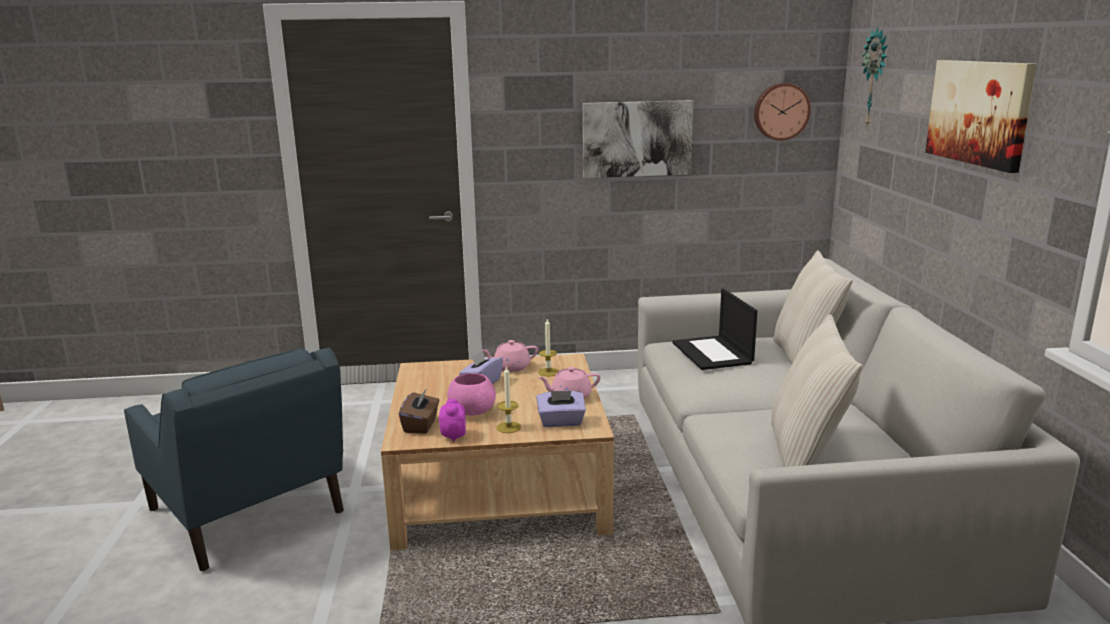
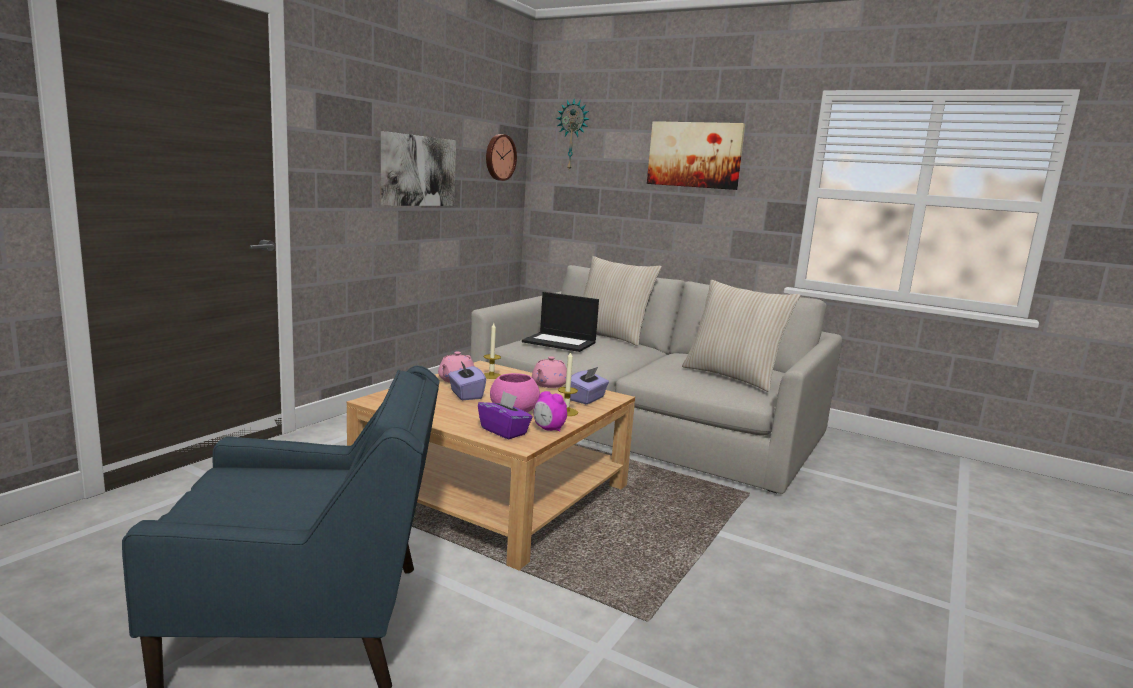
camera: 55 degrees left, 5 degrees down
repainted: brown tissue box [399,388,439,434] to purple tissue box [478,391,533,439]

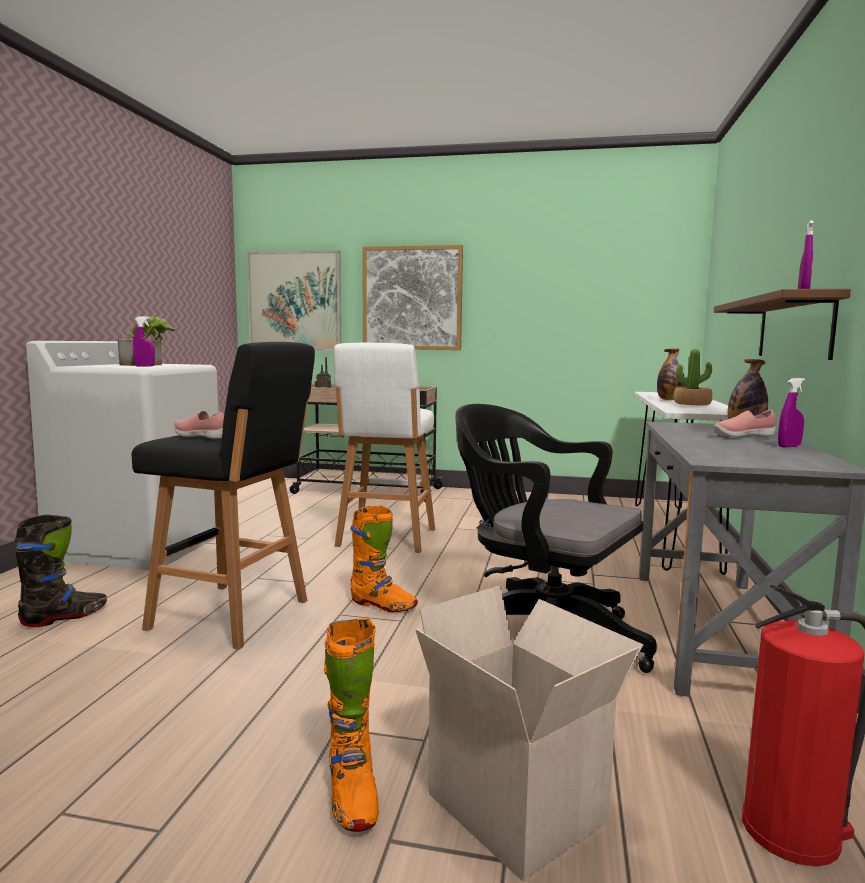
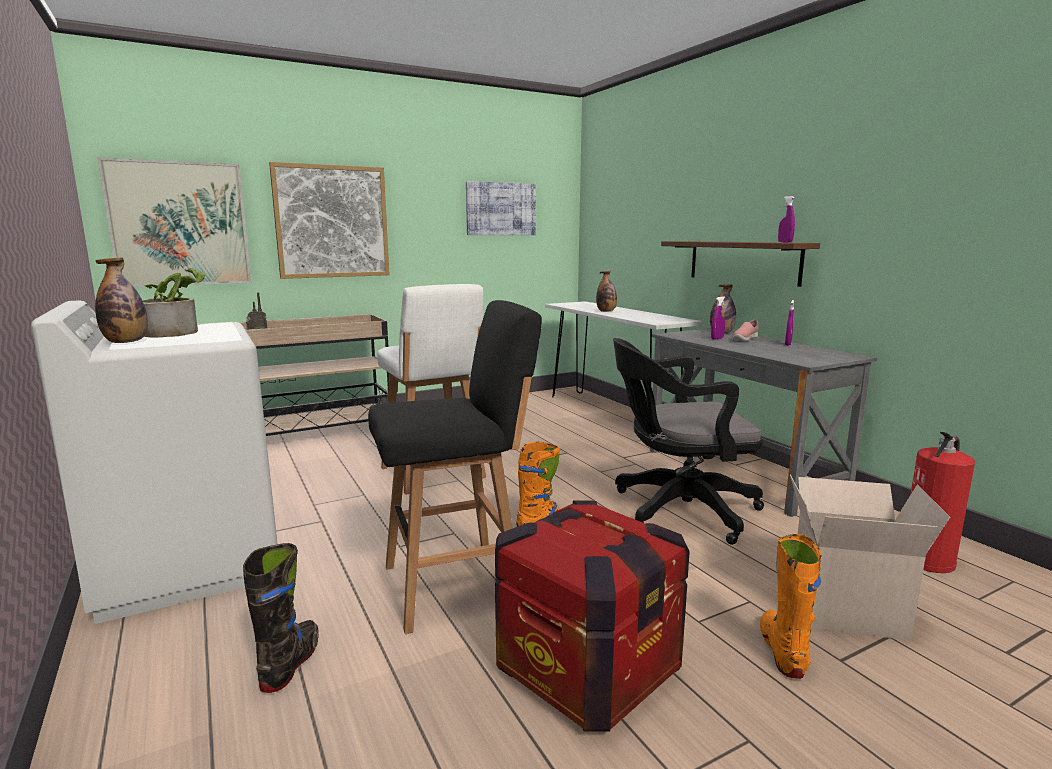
camera: 40 degrees left, 5 degrees up
gone: pink shoe [174,411,224,439]; potted plant [673,349,713,405]
new: bottle [95,257,148,343]; picture [466,181,536,235]; crate [495,500,690,732]
shifted: purple spray bottle [133,316,155,367] to [711,296,725,340]
rotated: orange boot [324,618,379,832] = [760,534,822,679] 120 degrees counterclockwise

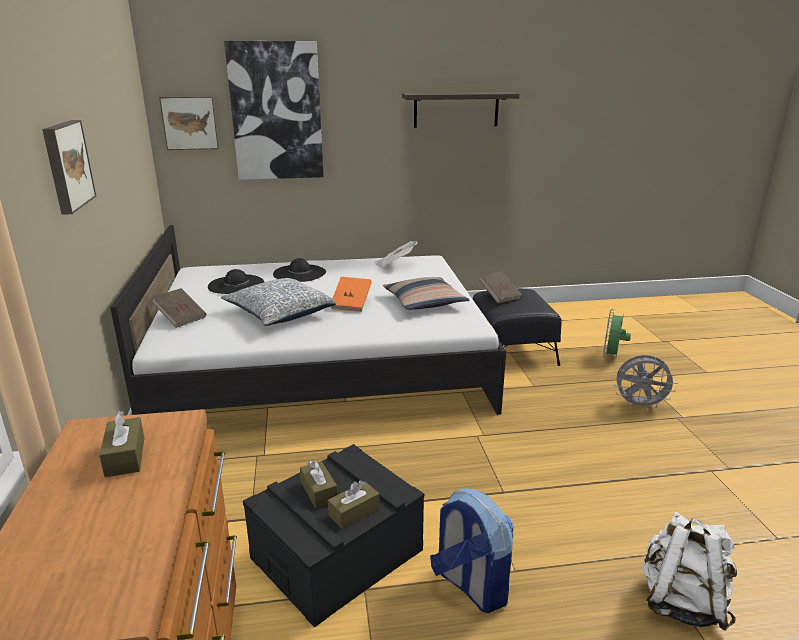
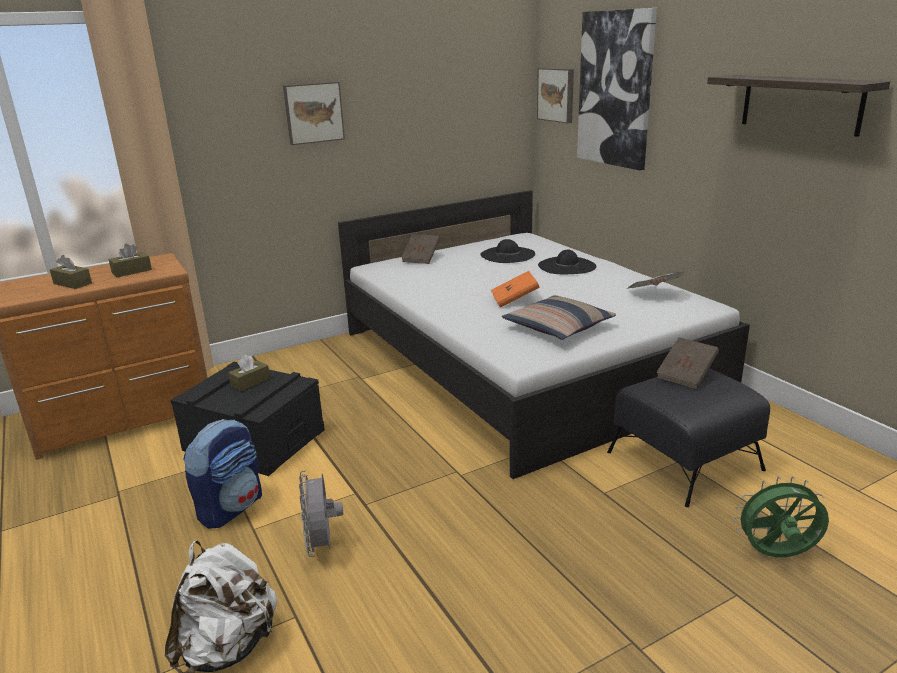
camera: 70 degrees right, 0 degrees up
gone: pillow [221,278,336,326]
shifted: brown tissue box [328,480,380,529] to [50,255,92,289]; grey fan [614,355,677,410] to [299,470,343,557]

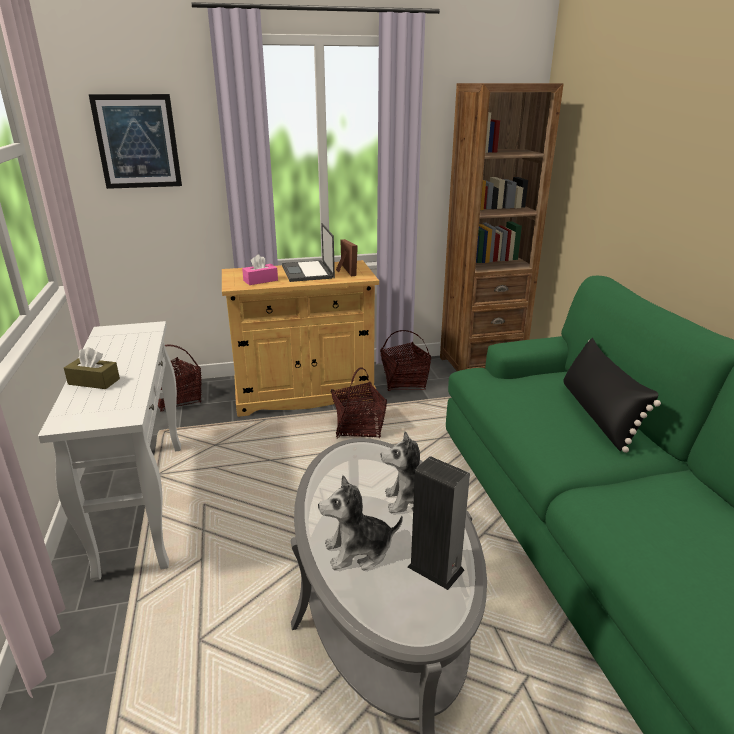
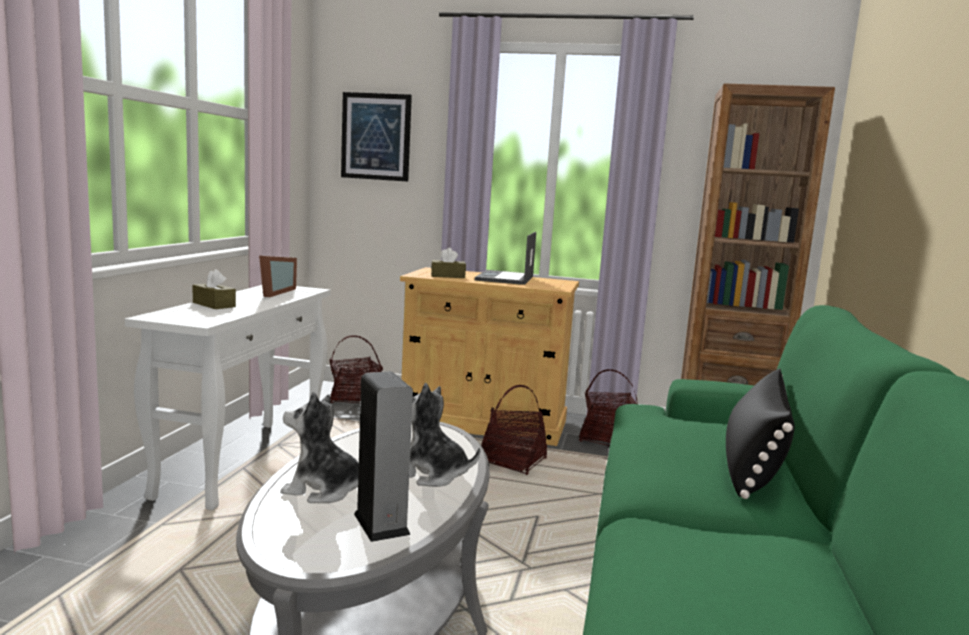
camera: 25 degrees right, 15 degrees down
shifted: picture frame [336,239,358,276] to [259,256,297,297]
repainted: pink tissue box [242,255,278,285] to brown tissue box [431,248,466,278]

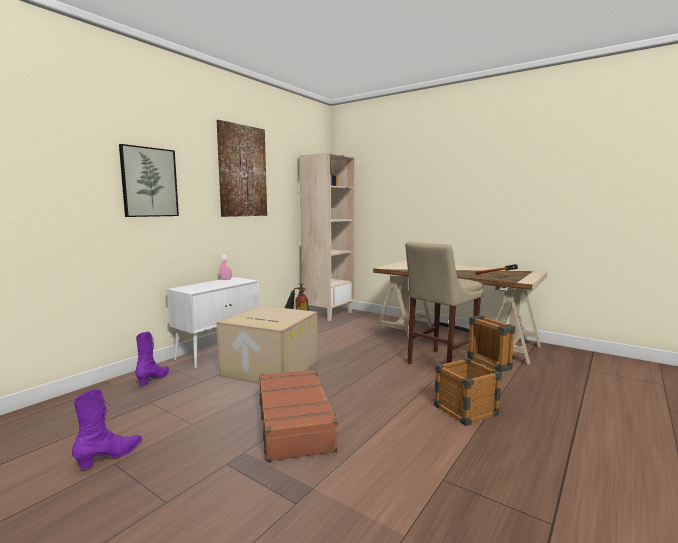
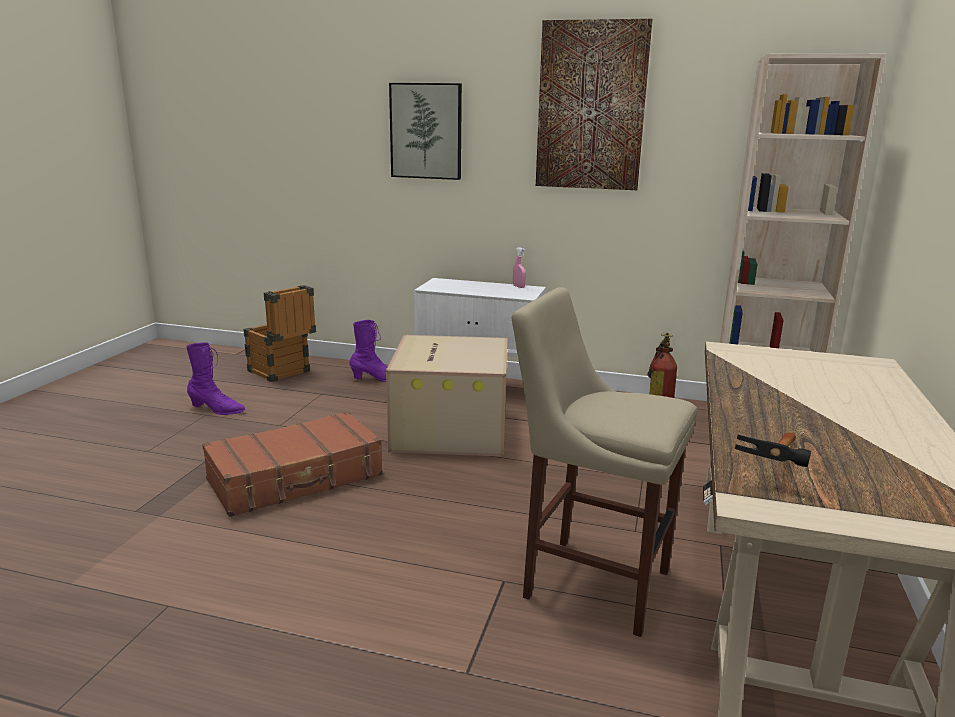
camera: 70 degrees right, 10 degrees up
shifted: crate [434,315,516,426] to [244,285,316,382]

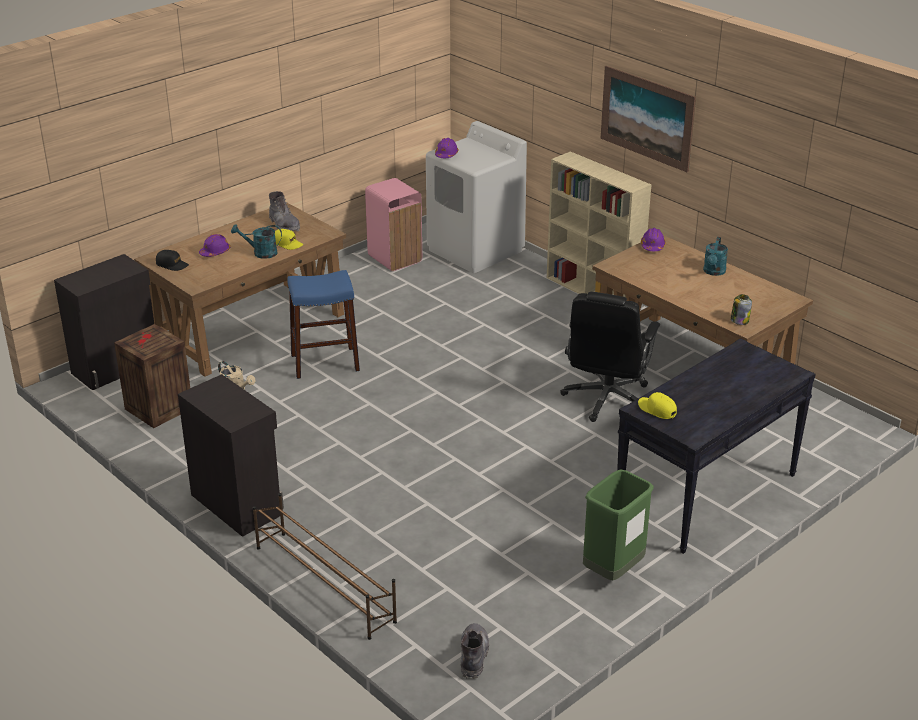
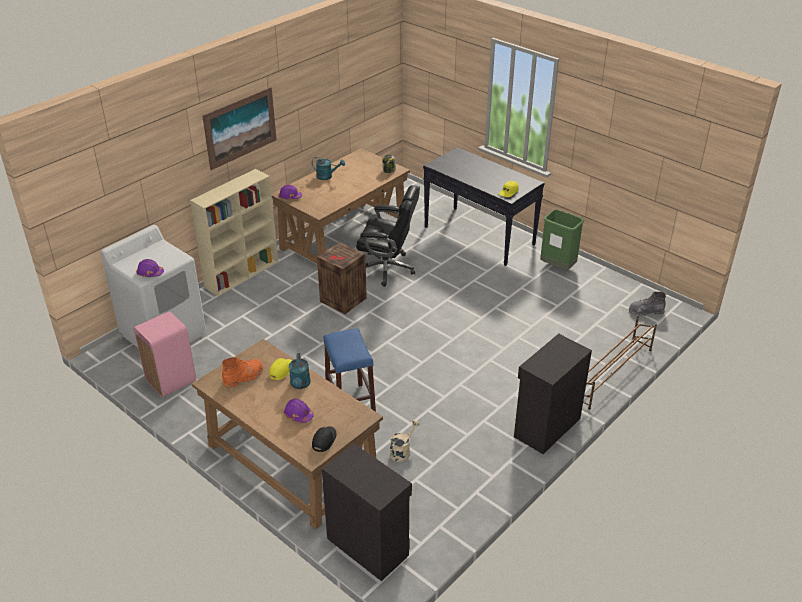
camera: 95 degrees left, 5 degrees up
shifted: crate [114,324,190,428] to [317,242,367,314]
repainted: grey boot [269,191,300,232] to orange boot [222,357,263,388]

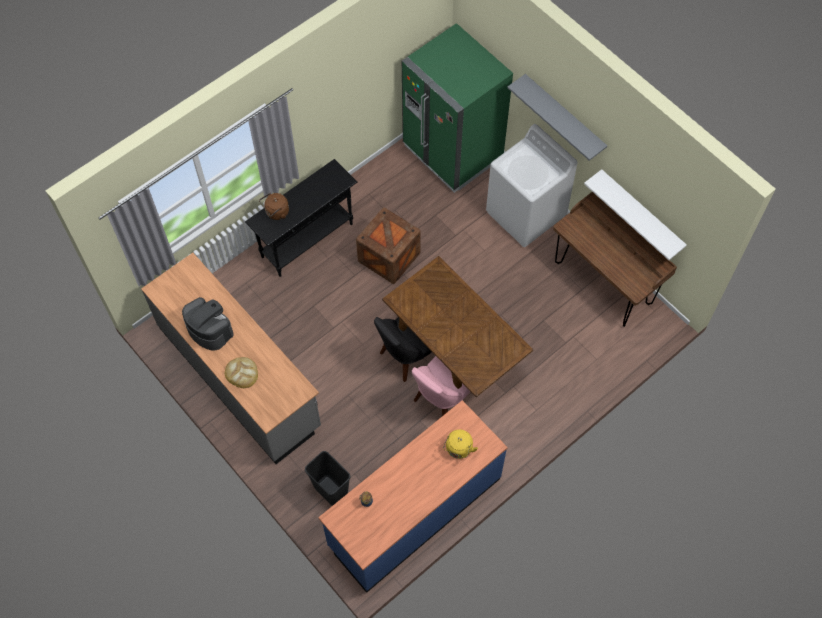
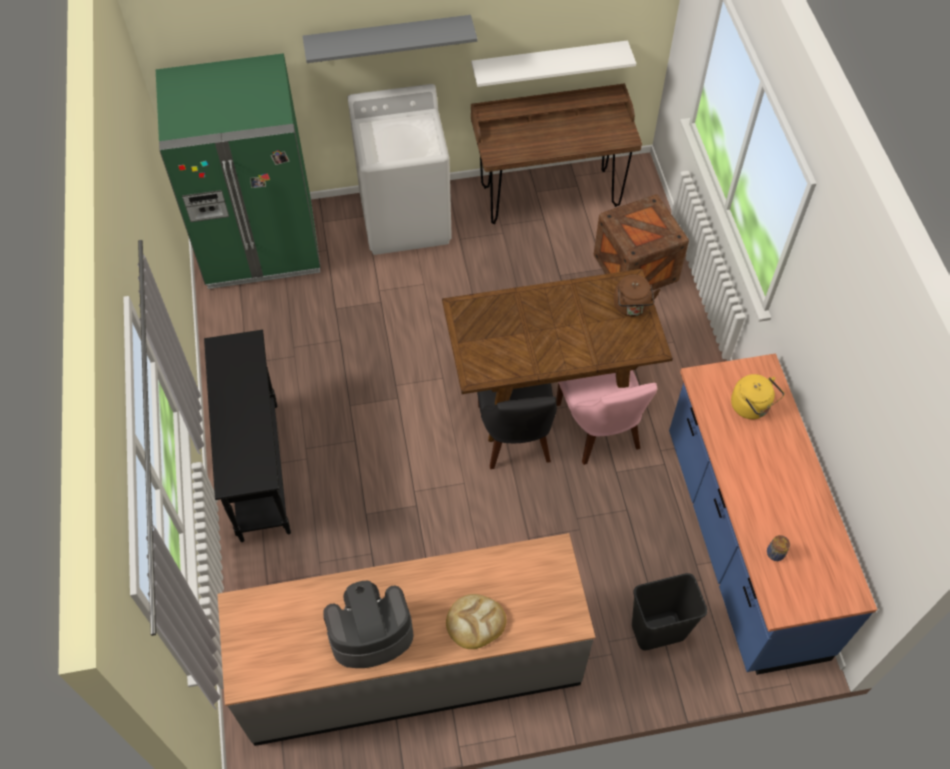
camera: 60 degrees left, 5 degrees down
shifted: brown kettle [259,193,289,220] to [614,275,660,317]; crate [356,207,421,284] to [594,194,689,290]

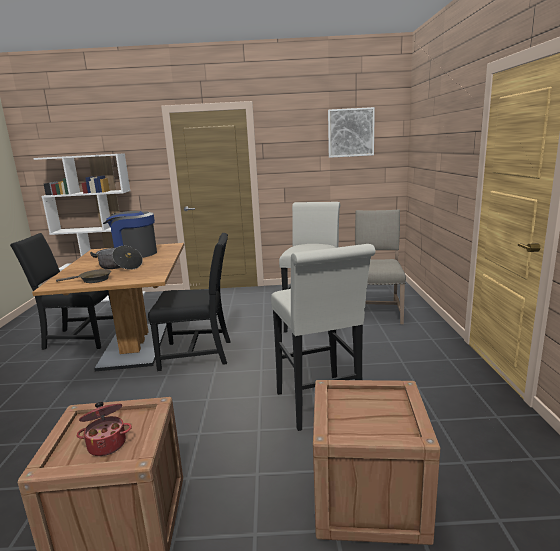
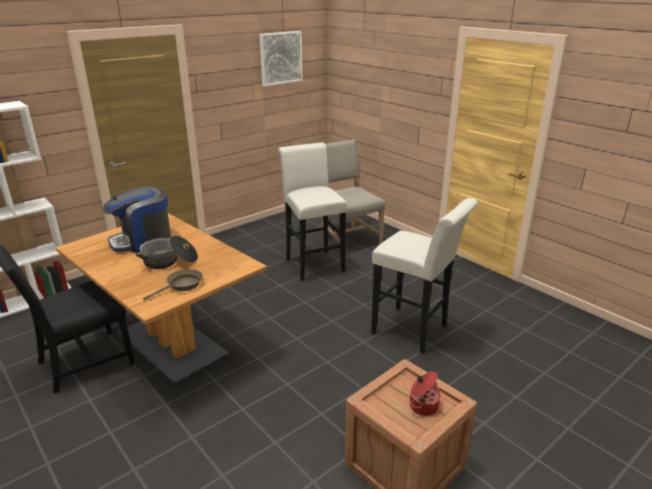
camera: 40 degrees left, 10 degrees up
gone: black chair [148,233,231,371]; crate [313,380,440,545]

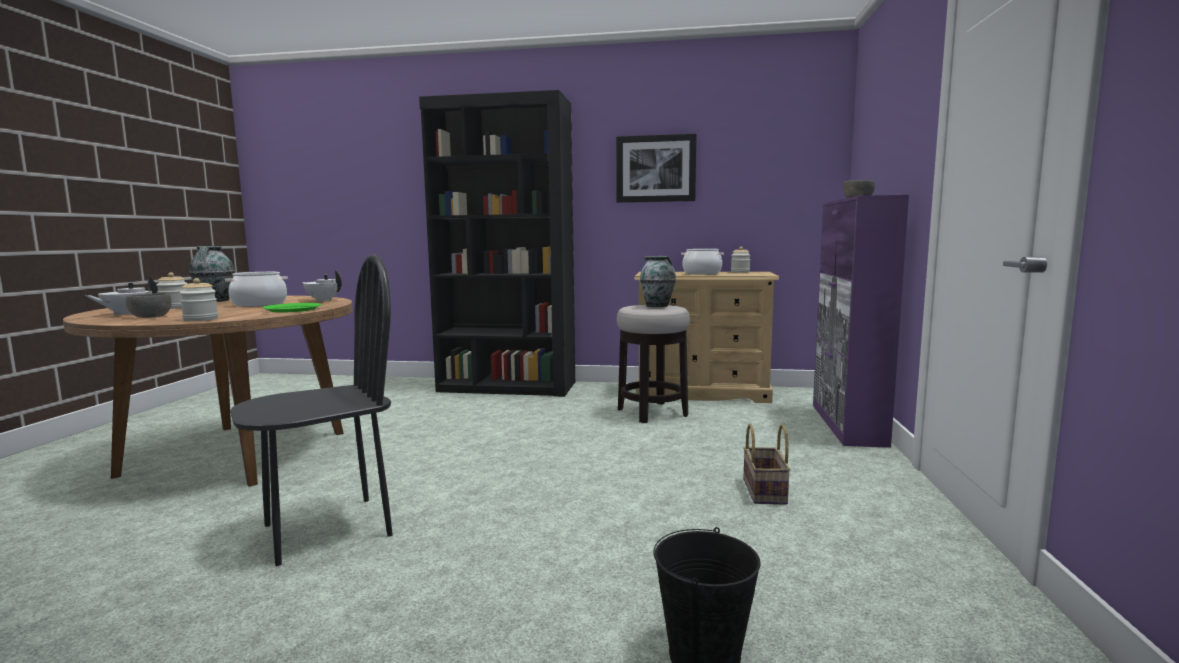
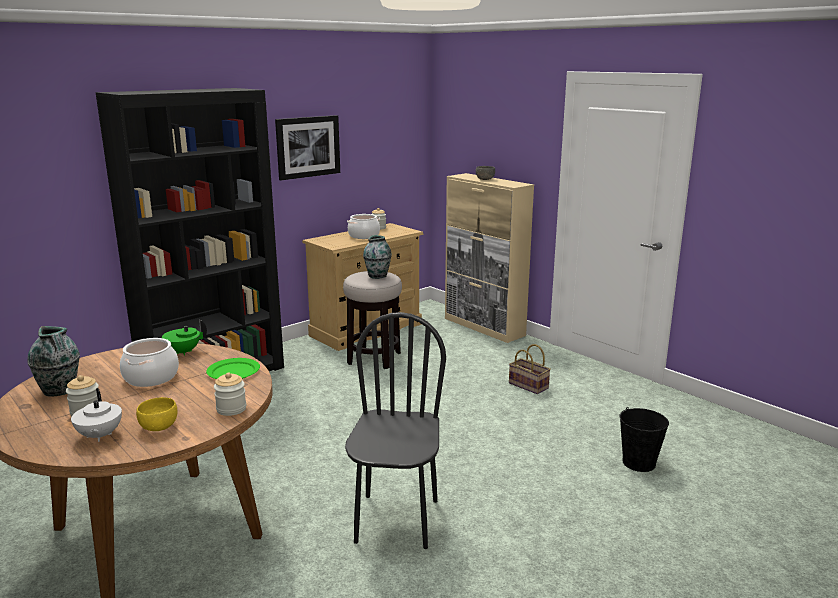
camera: 50 degrees left, 10 degrees up
repainted: grey bowl [126,293,172,318] to yellow bowl [136,397,178,431]; white teapot [302,270,342,302] to green teapot [162,320,207,356]; purple cabinet [813,195,909,448] to beige cabinet [445,173,534,343]

